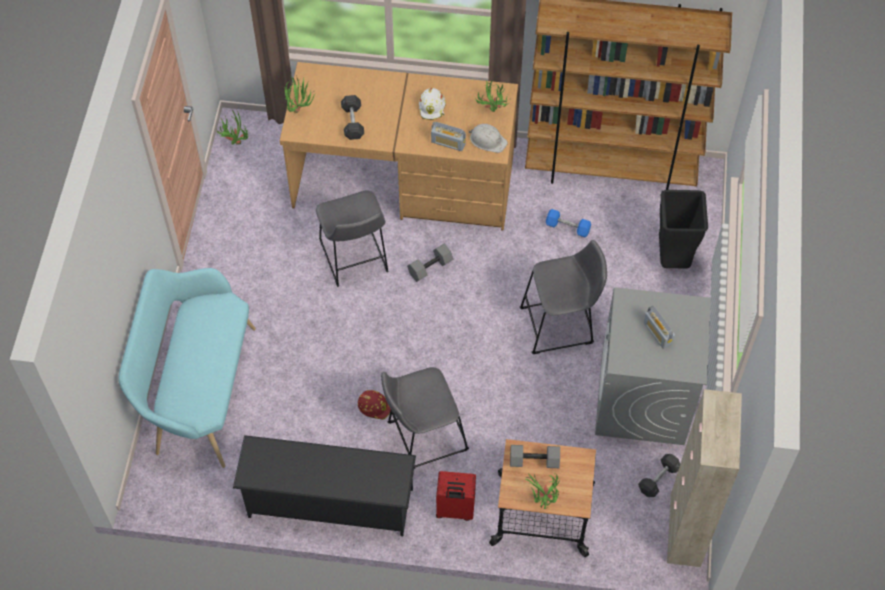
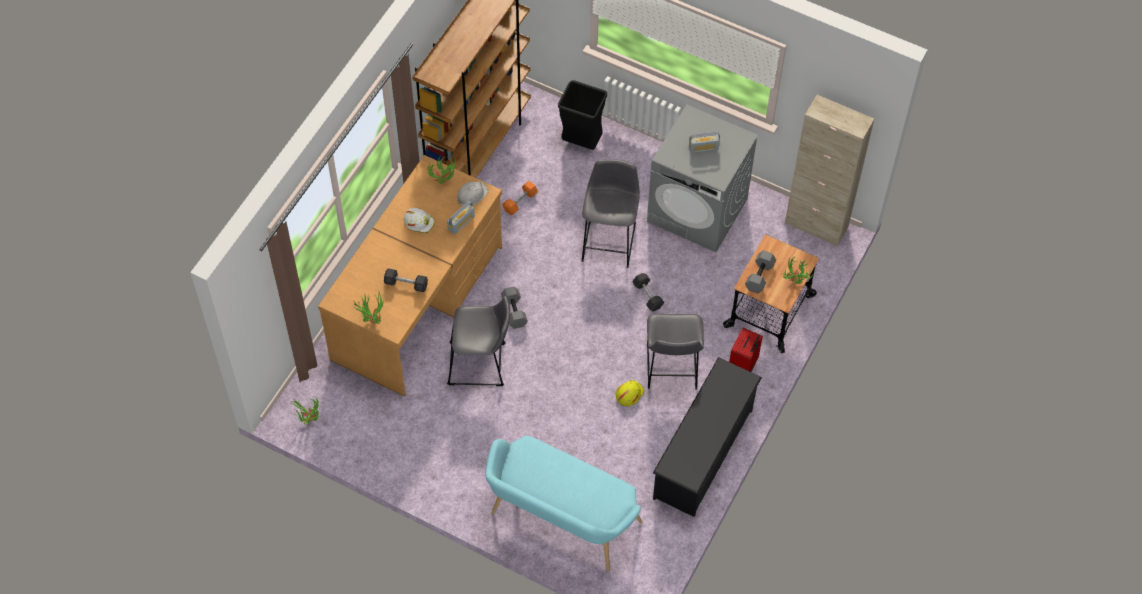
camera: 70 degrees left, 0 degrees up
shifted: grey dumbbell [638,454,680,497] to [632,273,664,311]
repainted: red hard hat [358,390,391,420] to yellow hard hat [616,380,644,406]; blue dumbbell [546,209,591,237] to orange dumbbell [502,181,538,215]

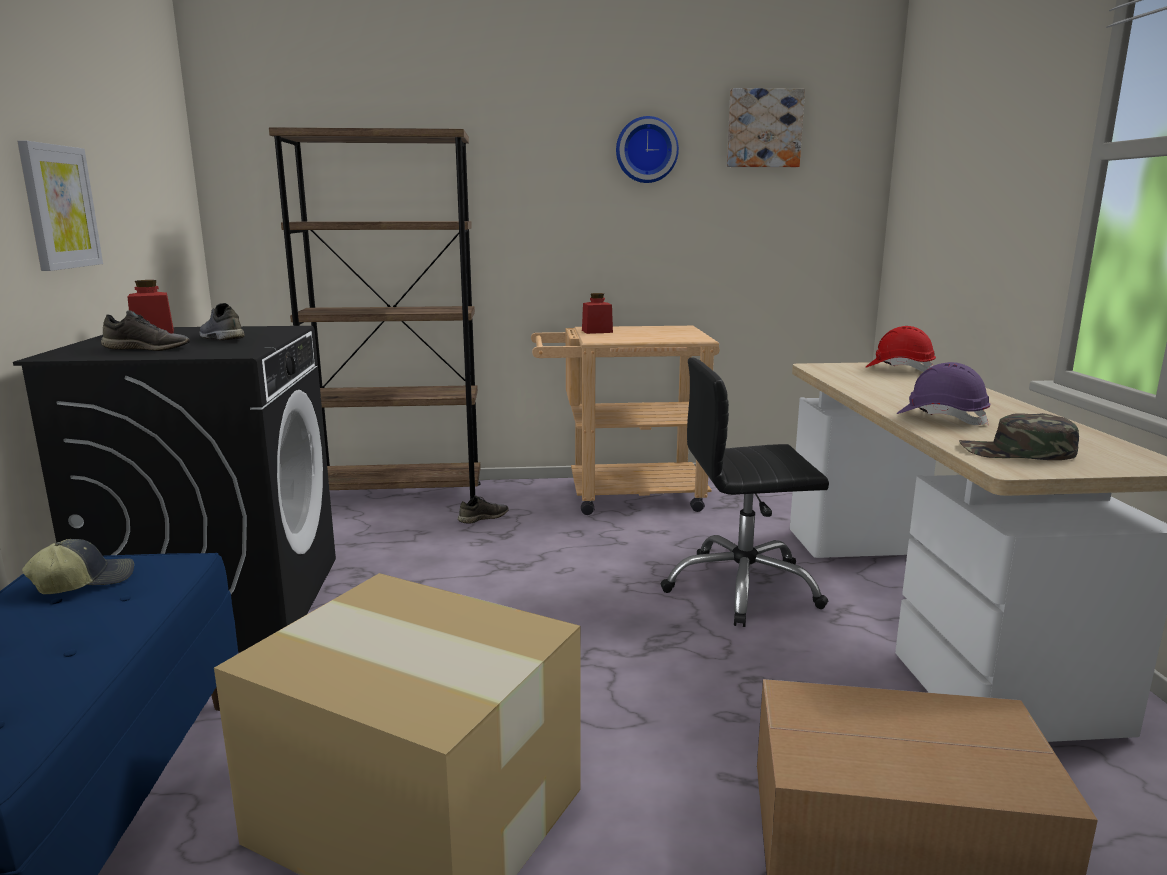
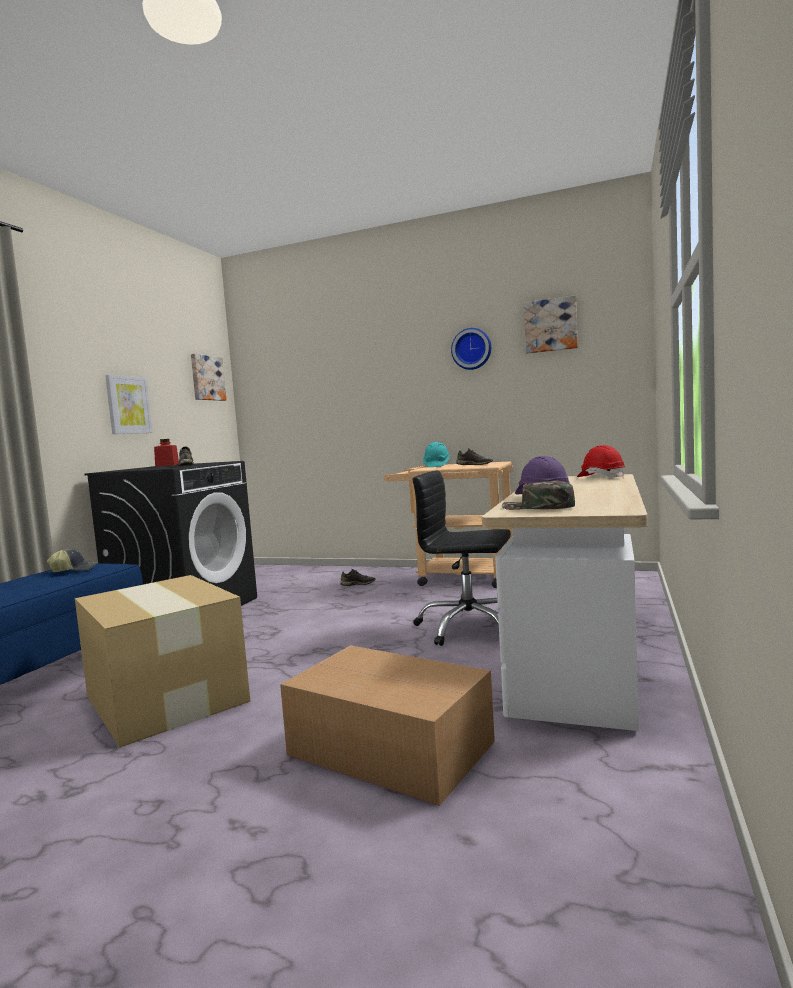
camera: 25 degrees right, 10 degrees down
gone: brown bookcase [269,127,481,500]
new: picture [191,354,227,401]
shifted: grey shoe [101,310,190,351] to [456,448,493,465]
swapped: red jar [582,293,613,334] to turquoise hard hat [423,442,450,467]

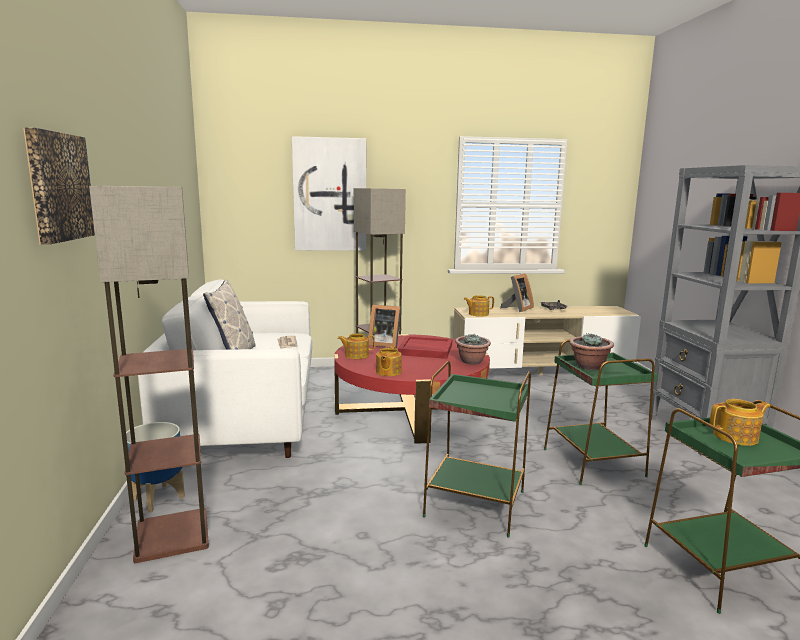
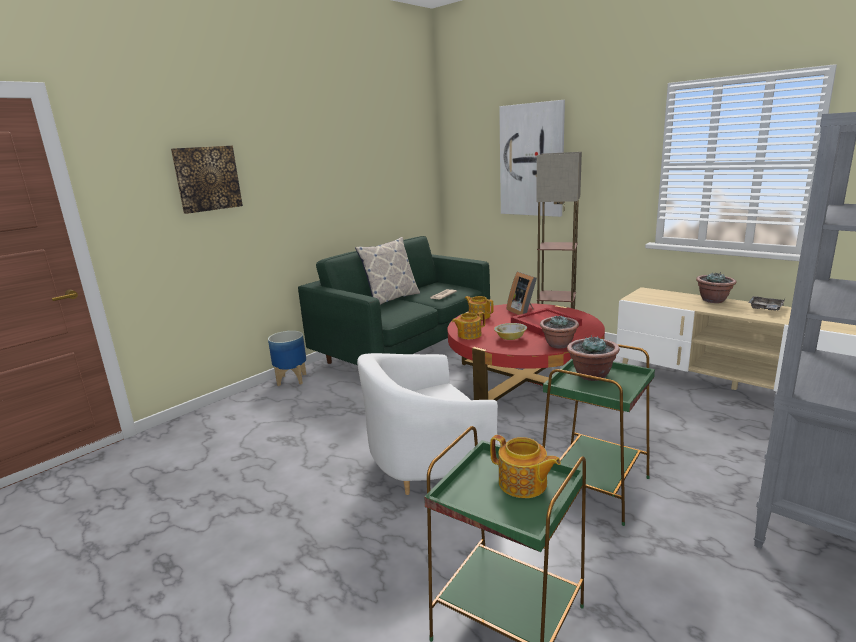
camera: 50 degrees right, 5 degrees up
gone: floor lamp [89,186,209,563]; teapot [464,295,494,317]
new: bowl [494,323,527,340]
swapped: green side table [423,361,531,538] to white armchair [357,353,498,495]; picture frame [500,273,534,312] to potted plant [696,273,736,303]
repainted: white sofa [138,279,312,458] to green sofa [298,236,490,365]

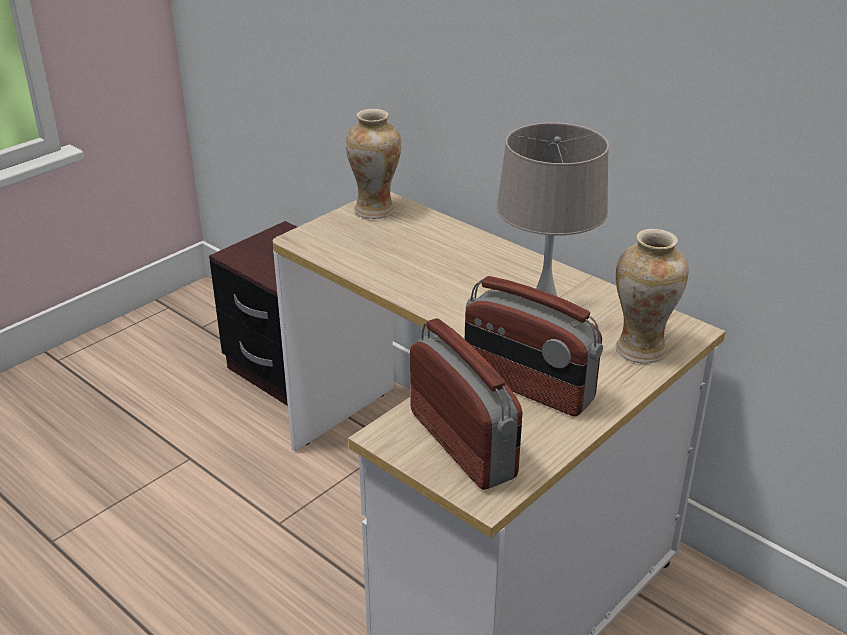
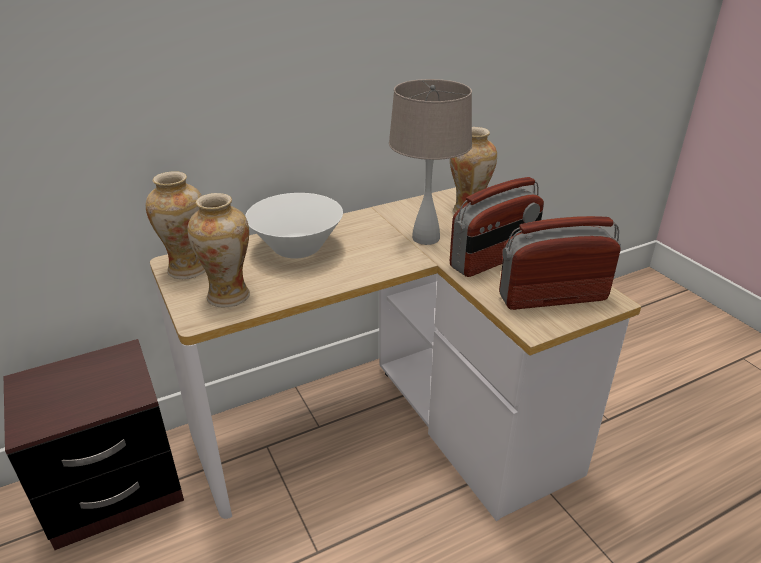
camera: 70 degrees left, 0 degrees up
new: vase [187,193,250,308]; white bowl [245,193,343,258]

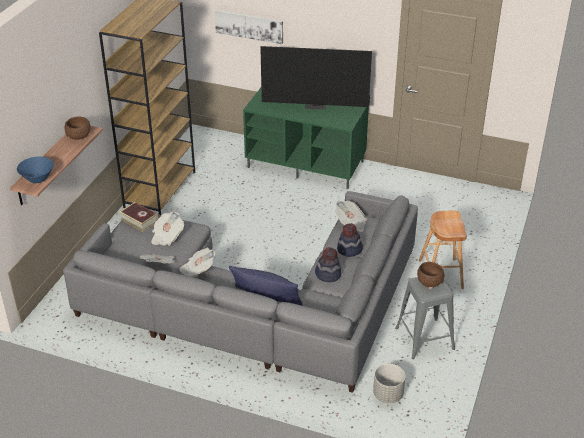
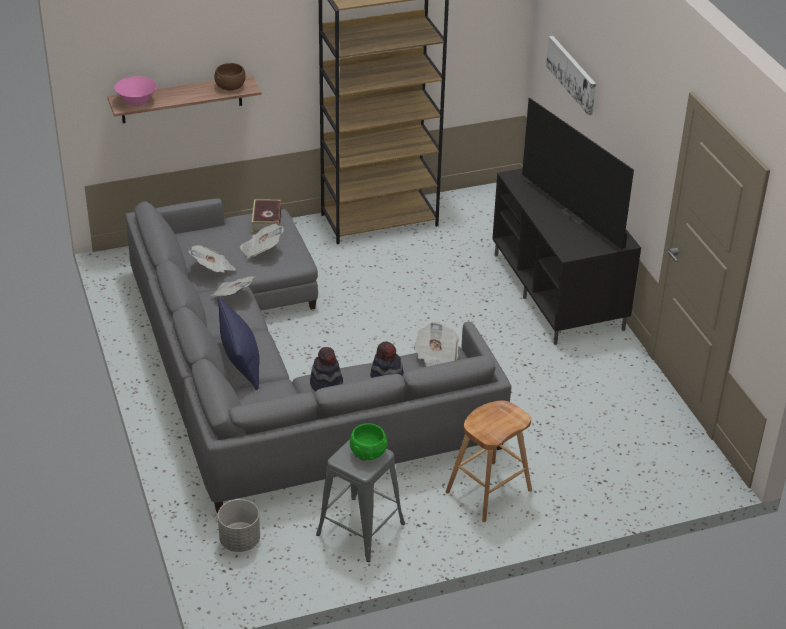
camera: 50 degrees right, 0 degrees up
repainted: blue bowl [17,157,54,183] to pink bowl [114,76,157,106]; green tv stand [243,88,369,189] to black tv stand [492,168,641,345]; brown bowl [417,262,444,287] to green bowl [350,423,387,460]

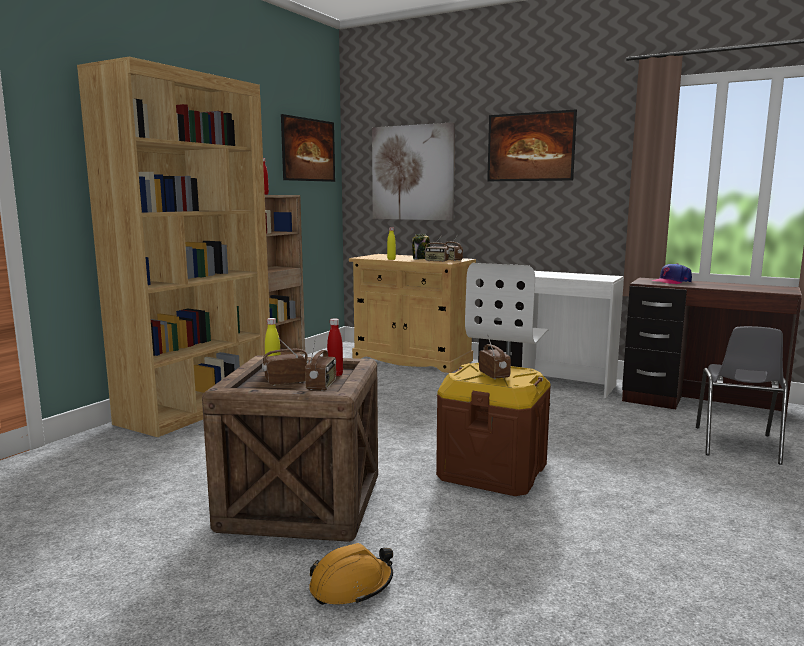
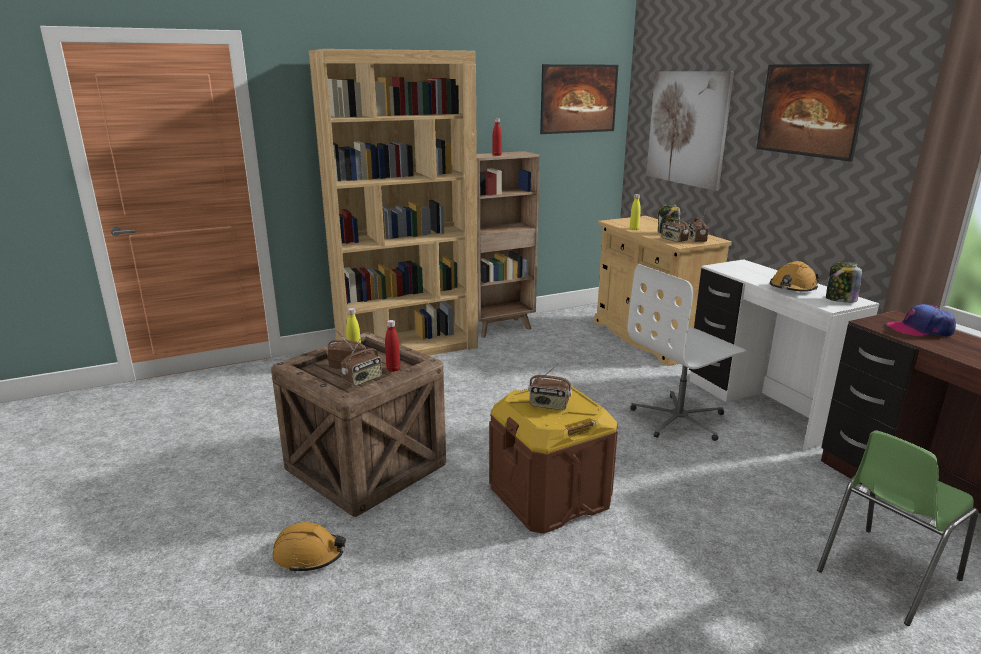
camera: 35 degrees right, 10 degrees up
new: orange hard hat [770,261,819,292]; jar [826,262,862,303]
repainted: grey chair [696,326,788,465] to green chair [817,430,978,626]
rotated: radio [479,333,511,379] = [528,363,572,410] 90 degrees clockwise

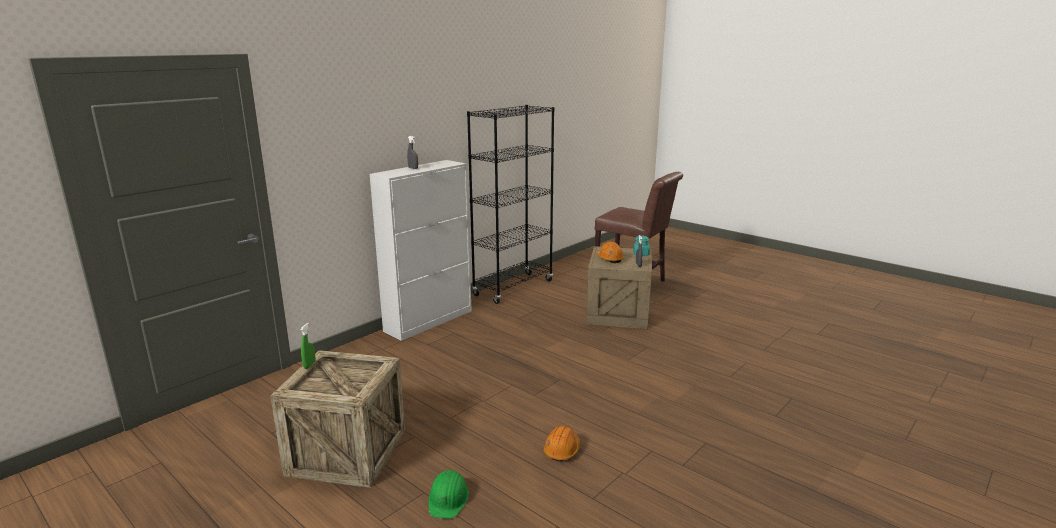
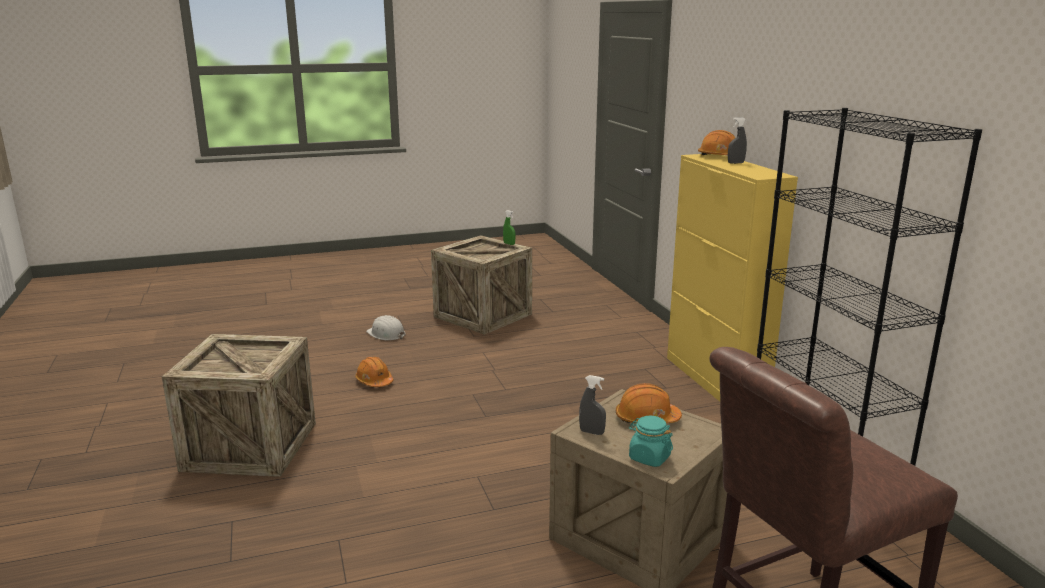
camera: 120 degrees right, 0 degrees up
new: crate [162,334,316,477]; orange hard hat [698,130,735,155]
repainted: white cabinet [370,160,471,341] to yellow cabinet [667,154,798,401]; green hard hat [428,470,469,519] to white hard hat [366,315,406,340]

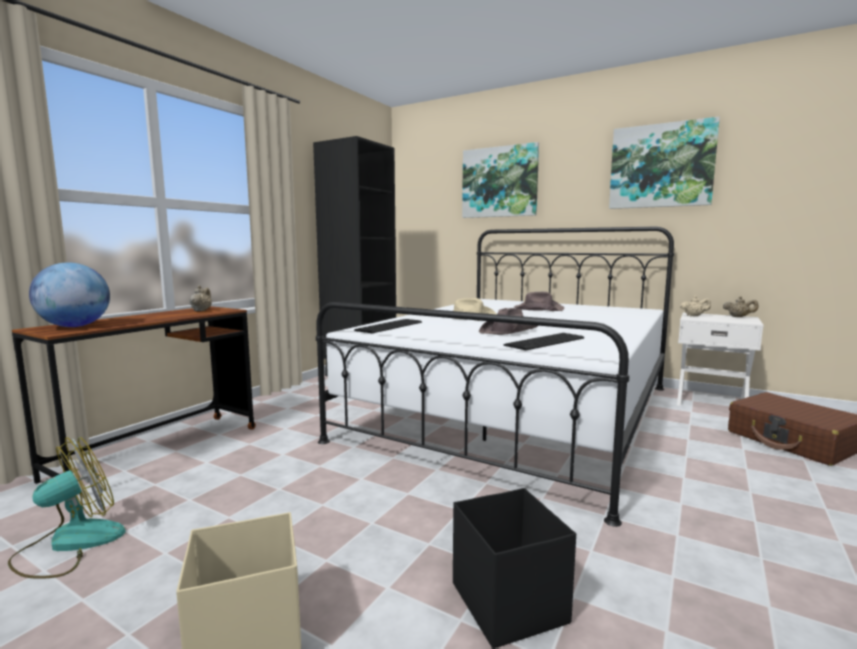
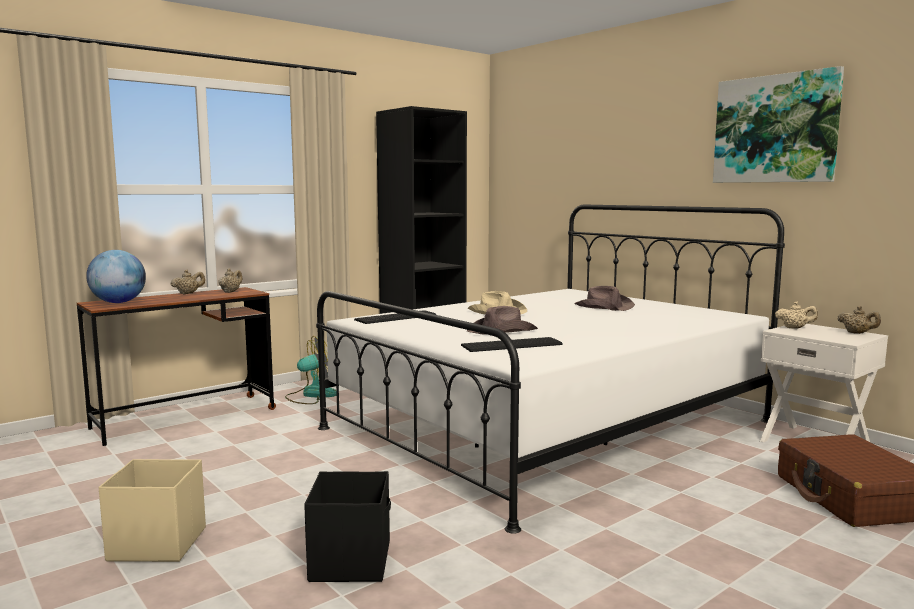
camera: 20 degrees right, 0 degrees up
gone: picture [462,142,539,218]
new: beige teapot [171,270,205,294]
shifted: fan [8,437,126,579] to [285,336,337,404]

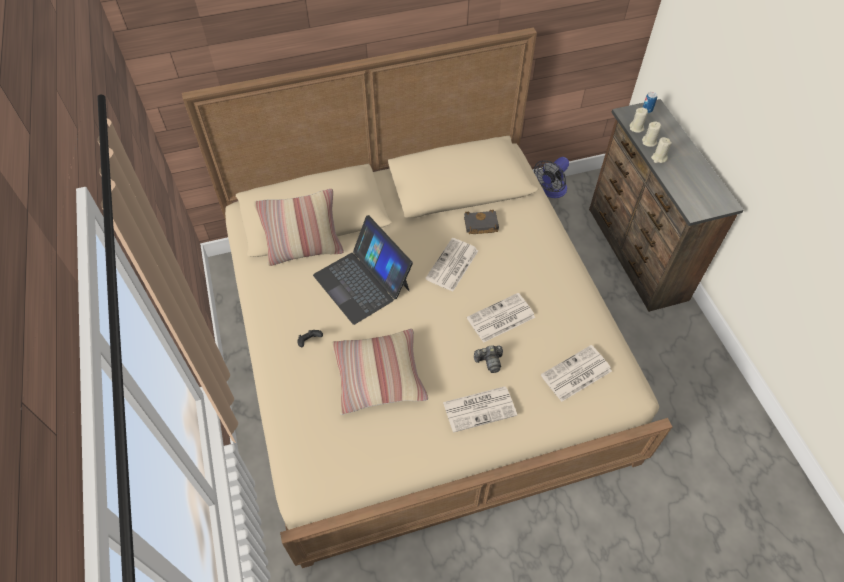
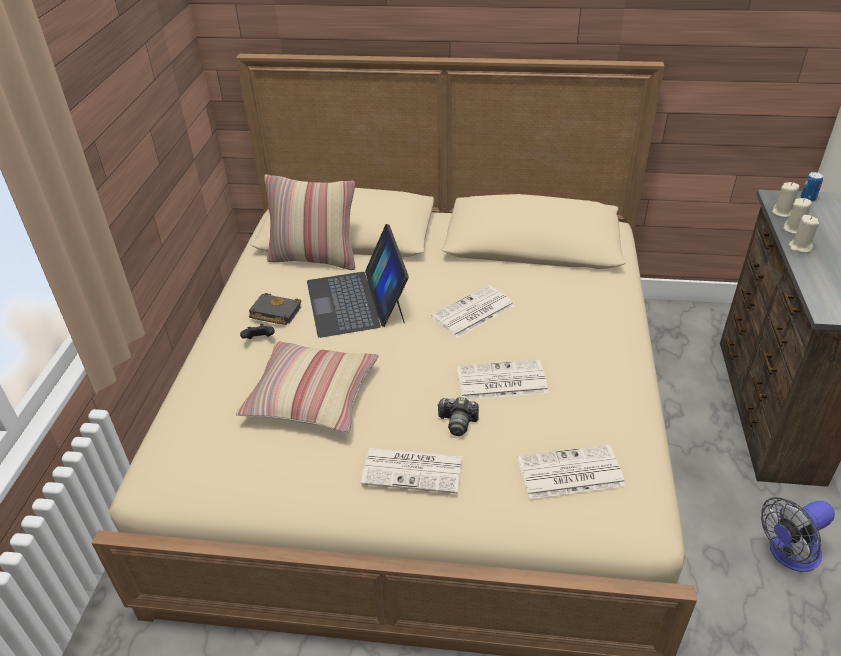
camera: 25 degrees right, 15 degrees down
shifted: black book [464,210,499,234] to [249,293,302,325]; fan [534,157,569,198] to [761,497,835,572]

